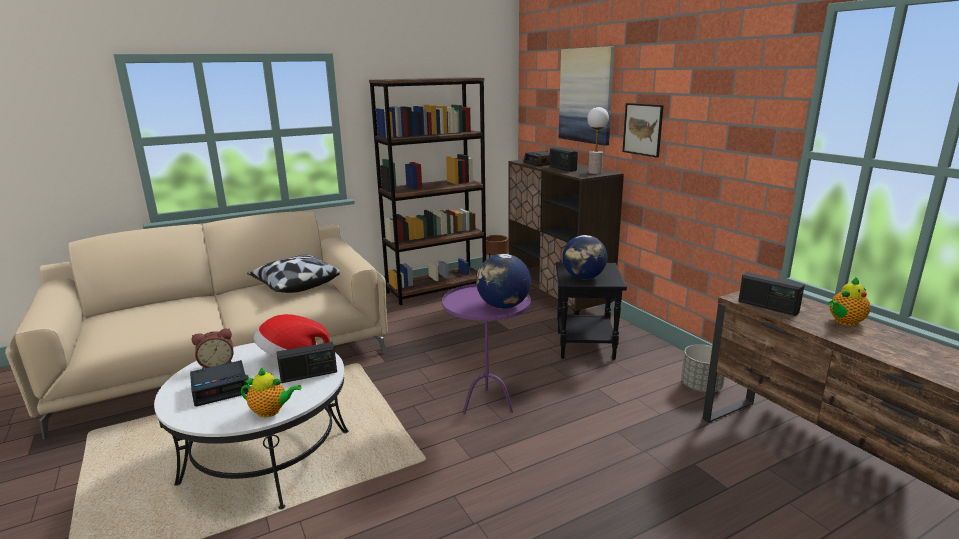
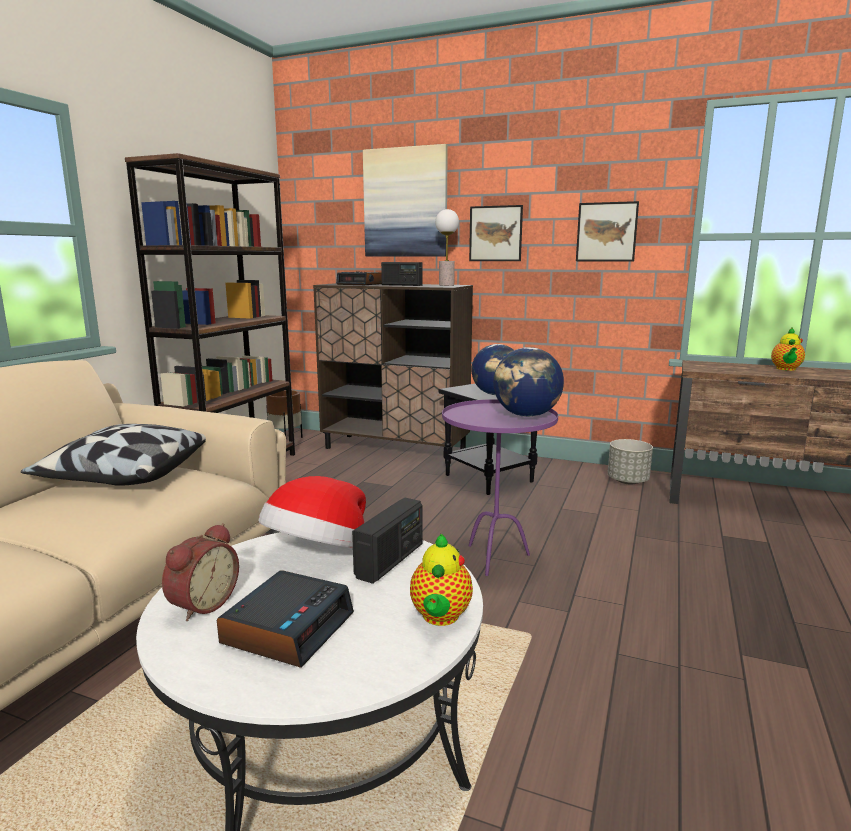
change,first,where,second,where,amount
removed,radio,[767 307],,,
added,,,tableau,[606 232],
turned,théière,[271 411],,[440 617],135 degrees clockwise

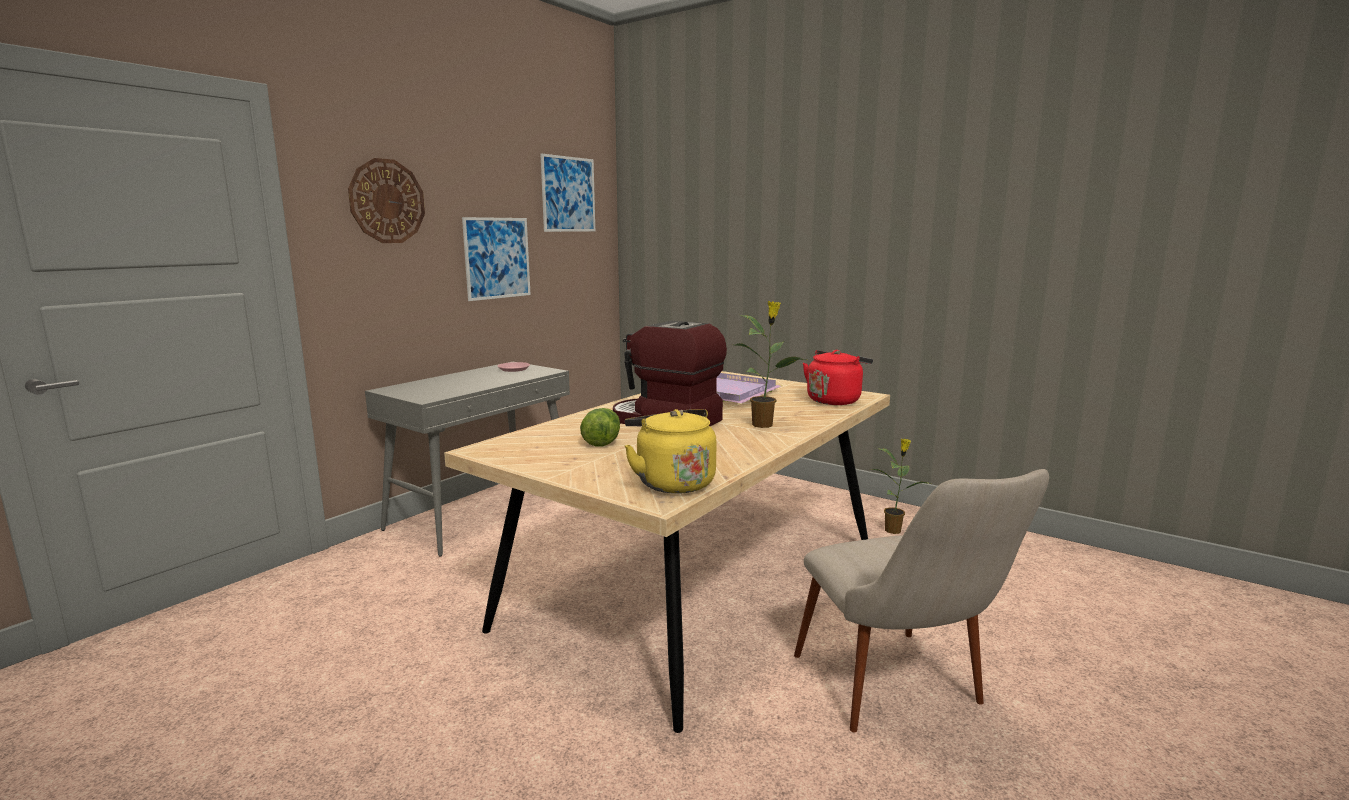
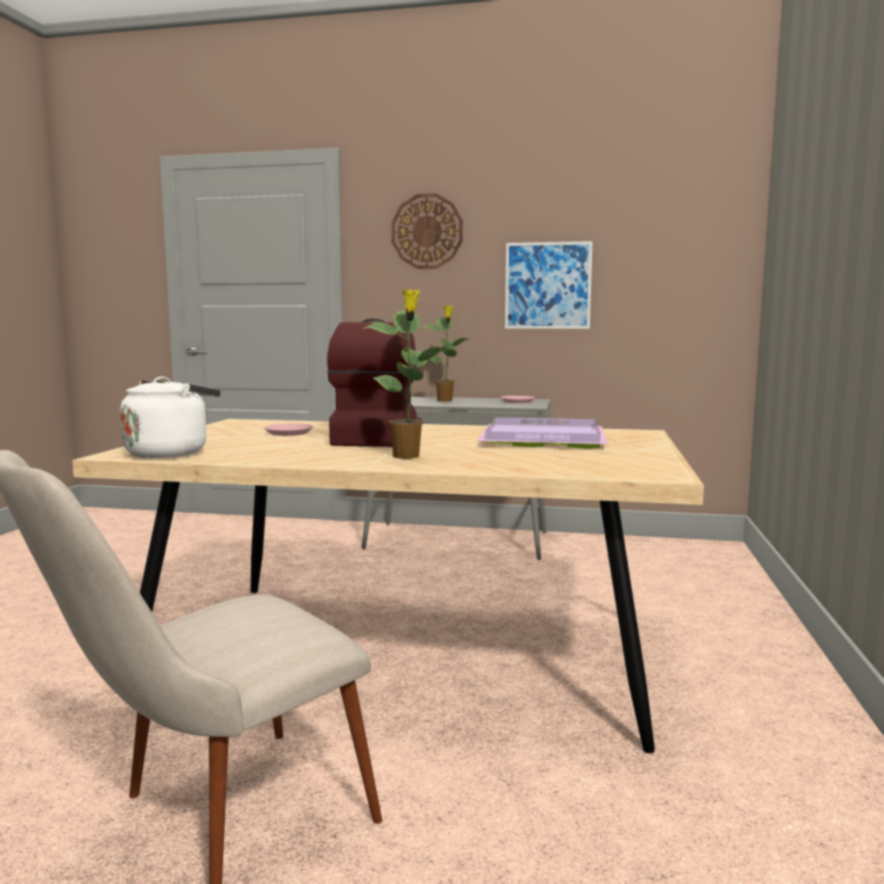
change,first,where,second,where,amount
removed,tableau,[568 194],,,
removed,bouilloire/rouge,[835 400],,,
moved,plante en pot,[893 530],,[445 400],
replaced,laitue,[601 440],assiette/rose,[288 433],
recoloured,bouilloire/jaune,[672 482],bouilloire/blanc,[170 453],

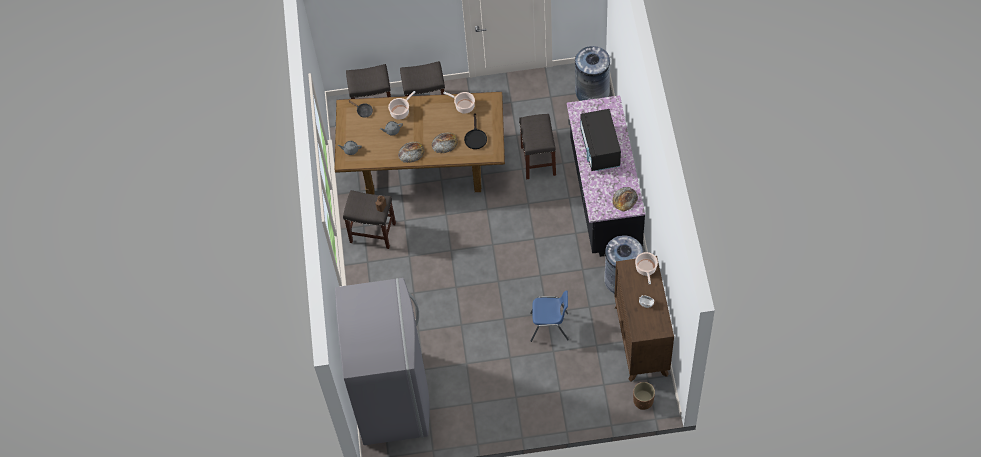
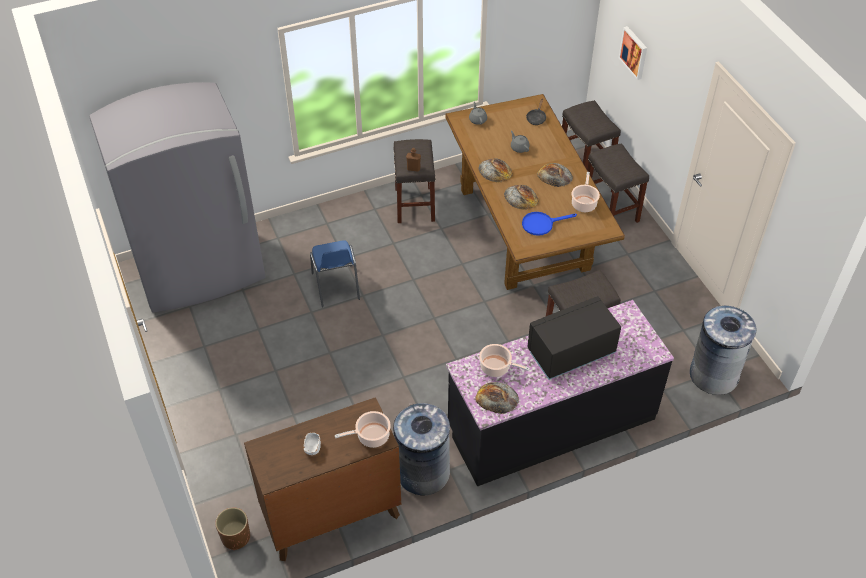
change,first,where,second,where,amount
added,,,pain,[554 175],
added,,,tableau,[634 52],
moved,marmite,[400 111],,[497 368],
moved,chaise/bleu,[550 327],,[336 286],
recoloured,poêle/noir,[475 137],poêle/bleu,[541 224],

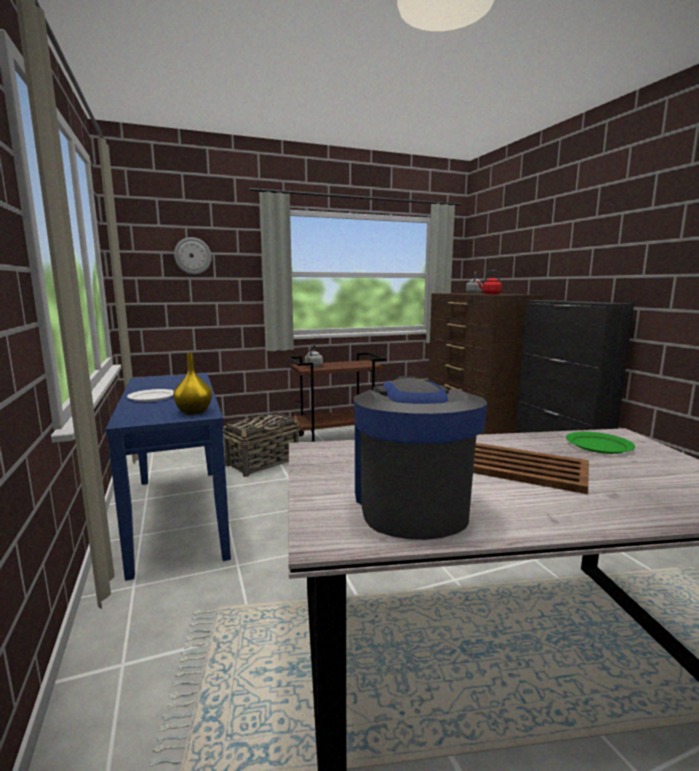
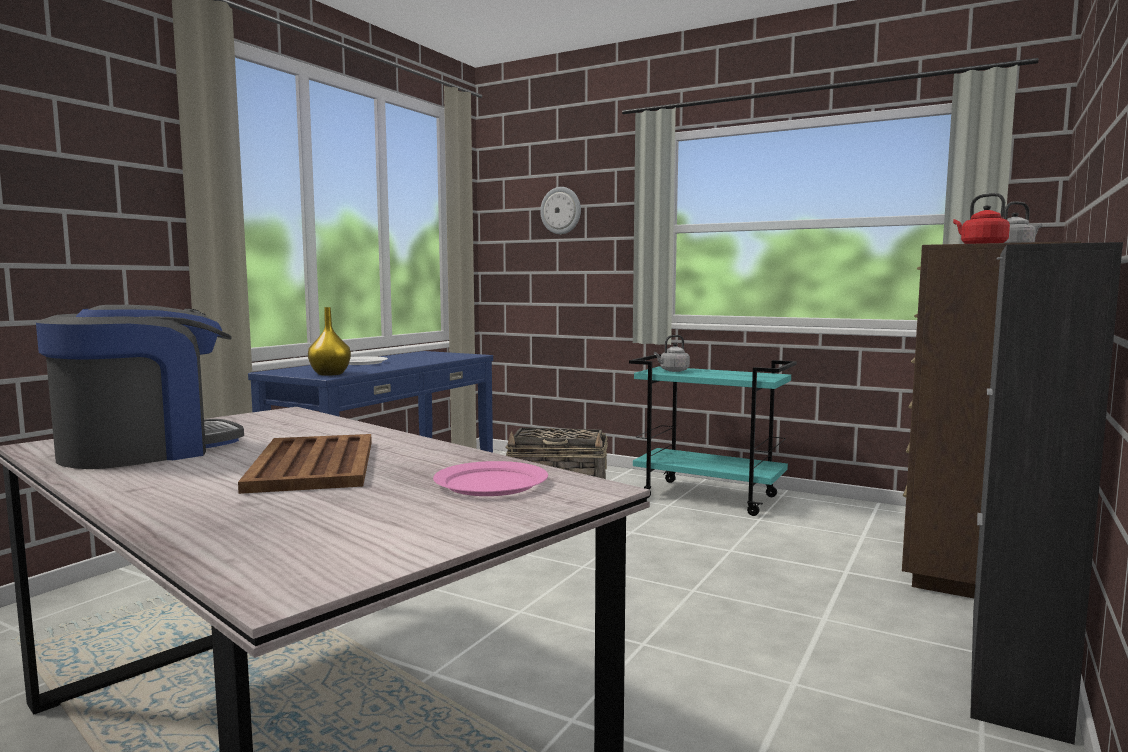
change,first,where,second,where,amount
recoloured,chariot/marron,[337 438],chariot/turquoise,[710 497],
recoloured,assiette/vert,[599 445],assiette/rose,[490 483],

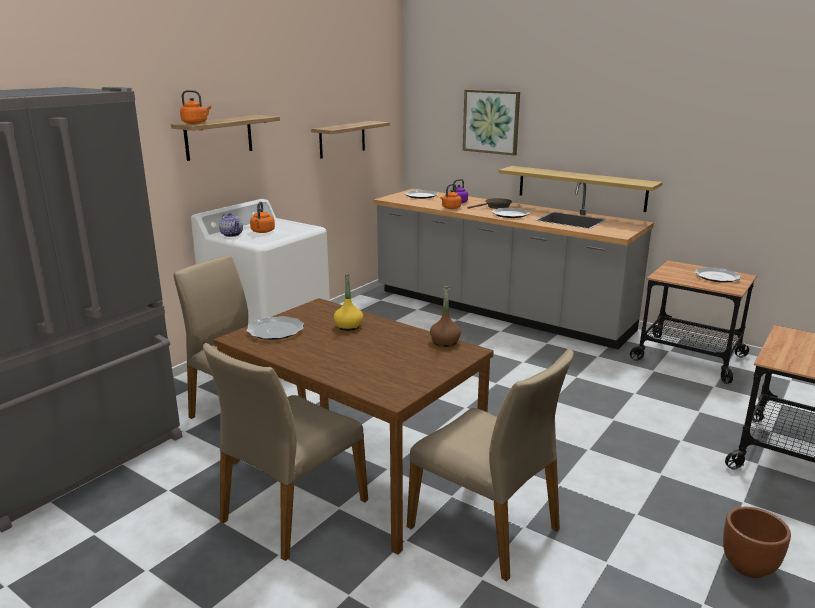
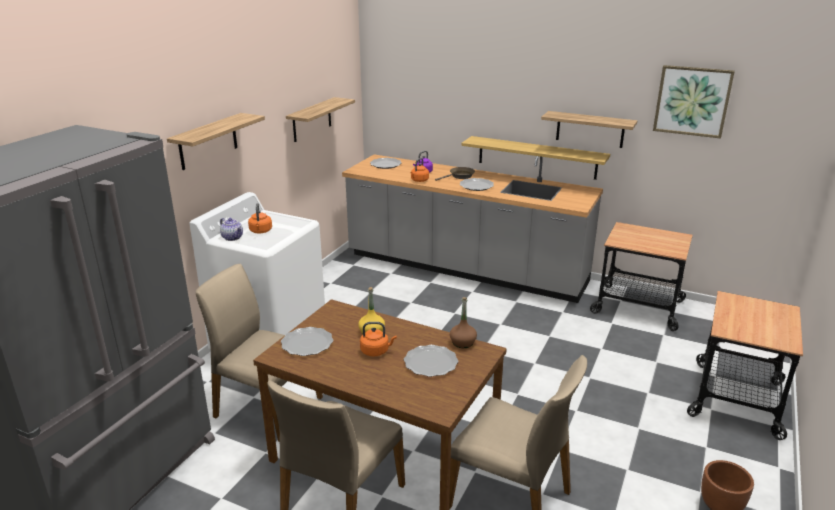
change,first,where,second,where,amount
added,,,étagère,[590 129],
moved,bouilloire/orange,[196 123],,[376 351],
moved,tableau,[491 121],,[692 101],
moved,assiette,[716 277],,[430 363],

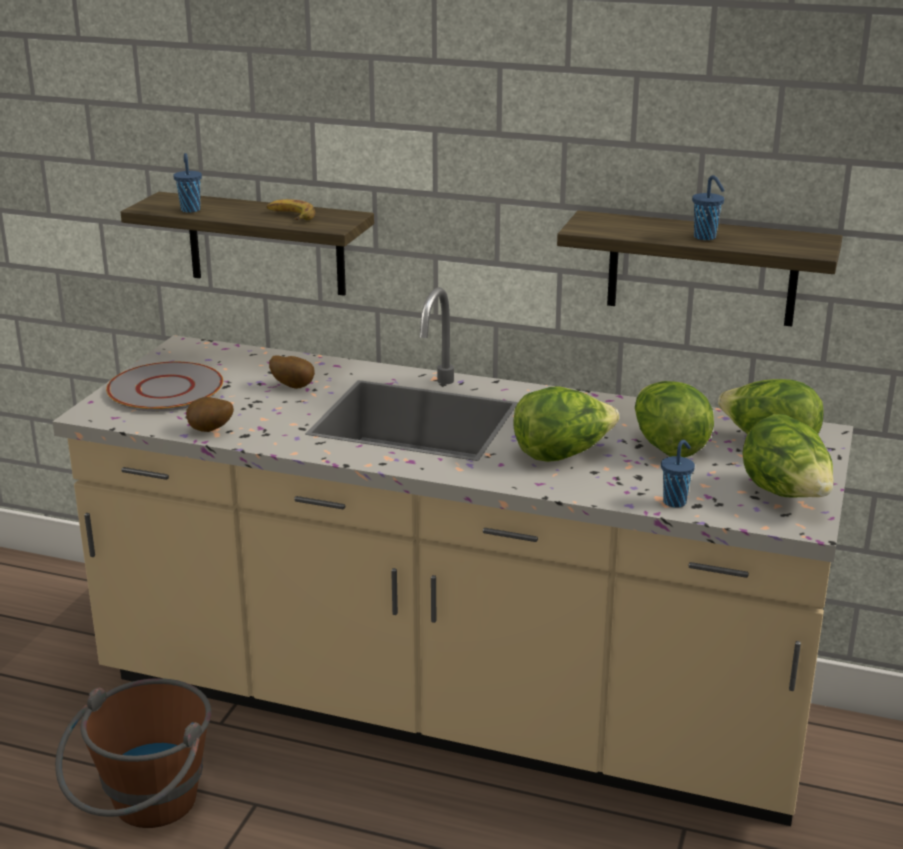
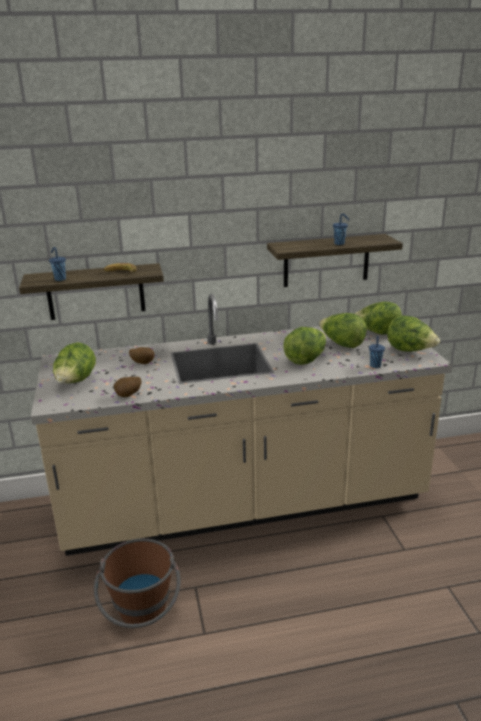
change,first,where,second,where,amount
replaced,assiette/gris,[166 389],laitue,[76 382],

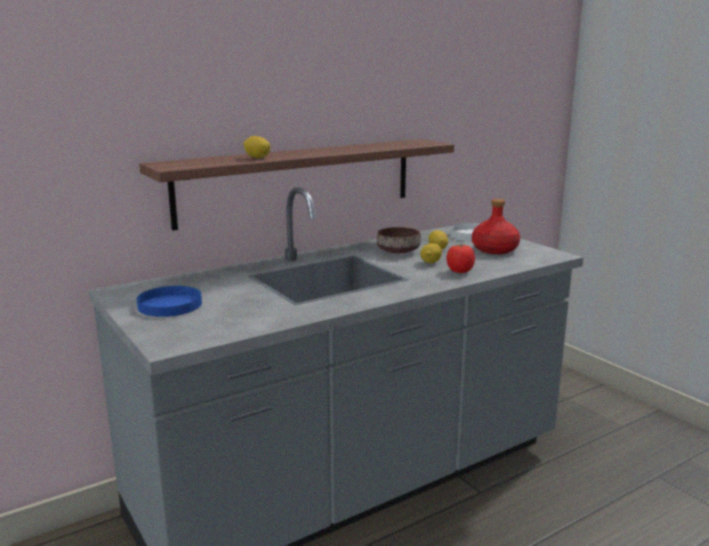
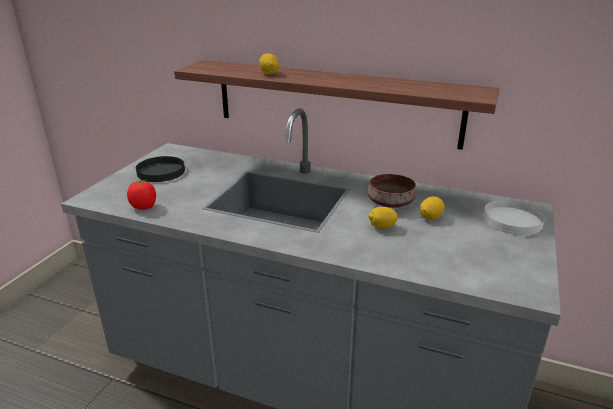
change,first,where,second,where,amount
removed,bouteille/rouge,[494 250],,,
moved,tomate,[460 271],,[144 207],
recoloured,assiette/bleu,[170 305],assiette/noir,[160 172],

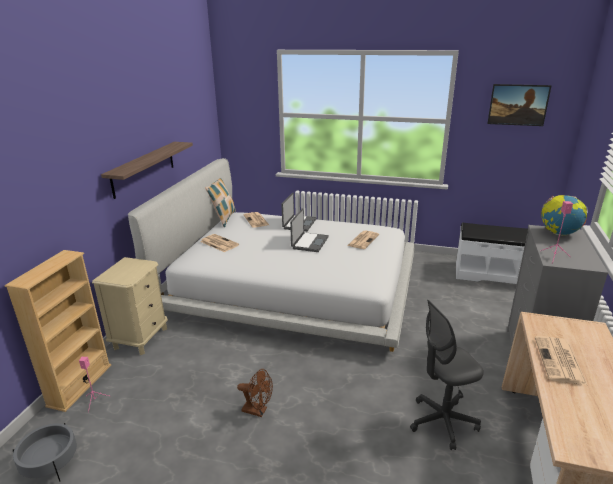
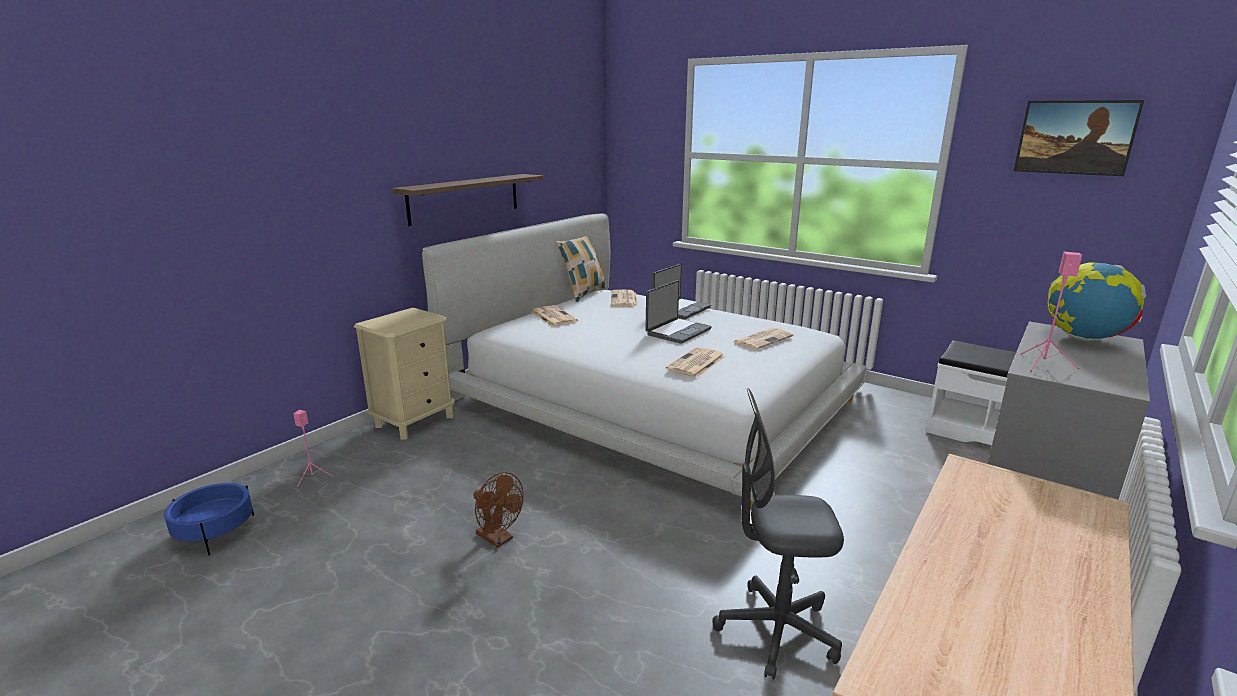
change,first,where,second,where,amount
removed,bibliothèque/beige,[80 385],,,
moved,journal,[560 361],,[696 363],
recoloured,cache-pot/gris,[50 463],cache-pot/bleu,[215 532],

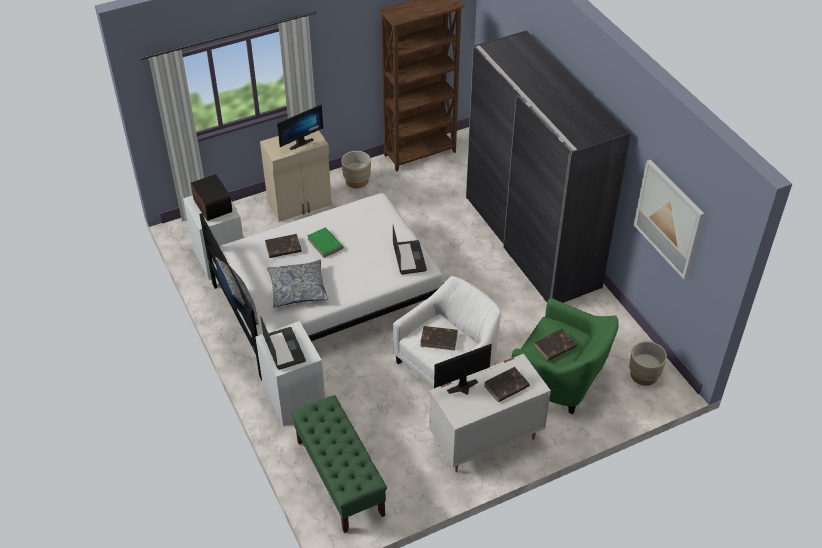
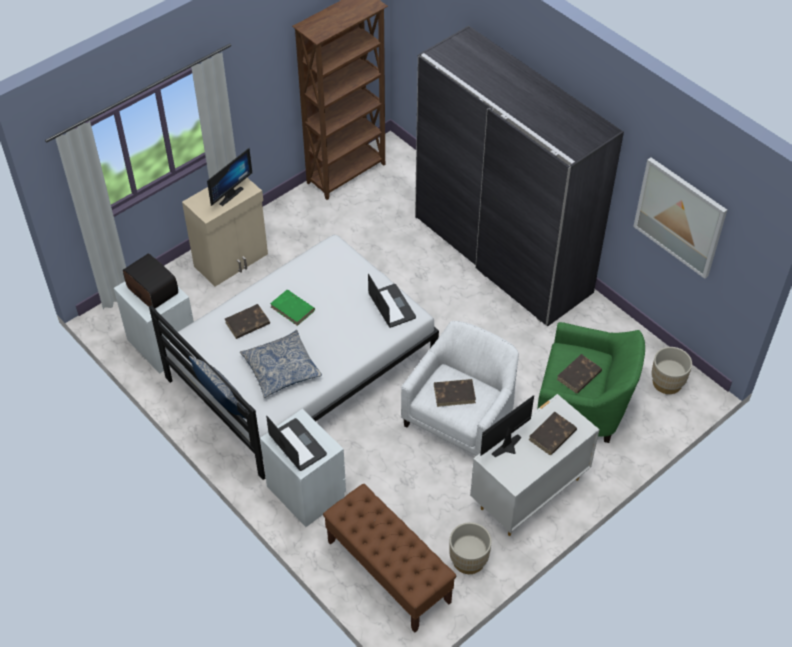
change,first,where,second,where,amount
moved,cache-pot/beige,[357 181],,[468 559],
recoloured,banc/vert,[339 477],banc/marron,[388 571],

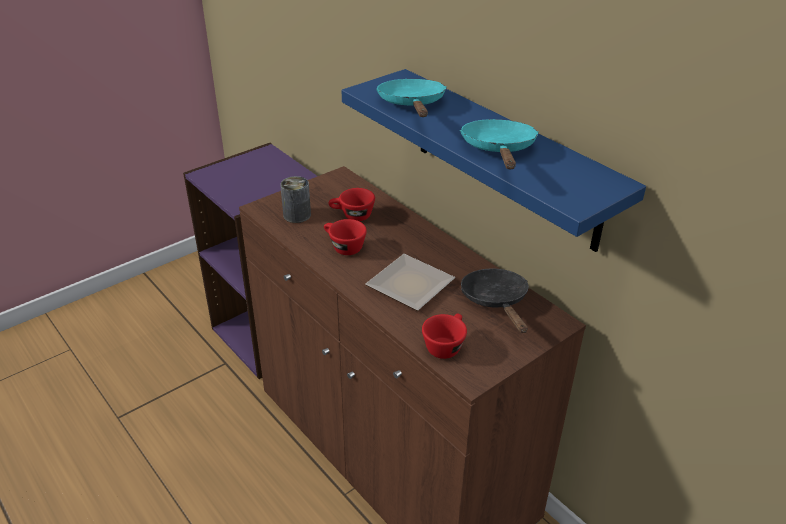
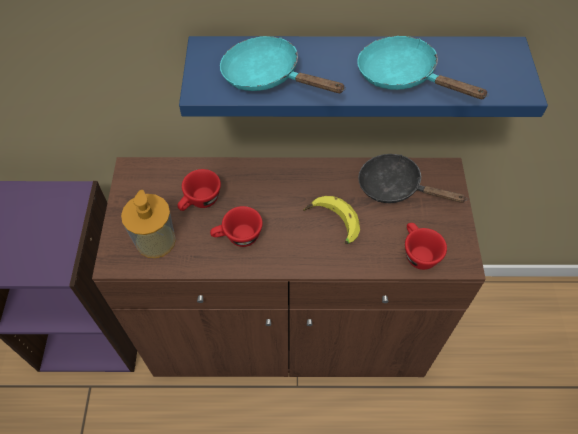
change,first,where,second,where,amount
replaced,boîte métallique,[297 215],distributeur de savon,[155 241],
replaced,assiette,[413 285],banane,[332 224],

